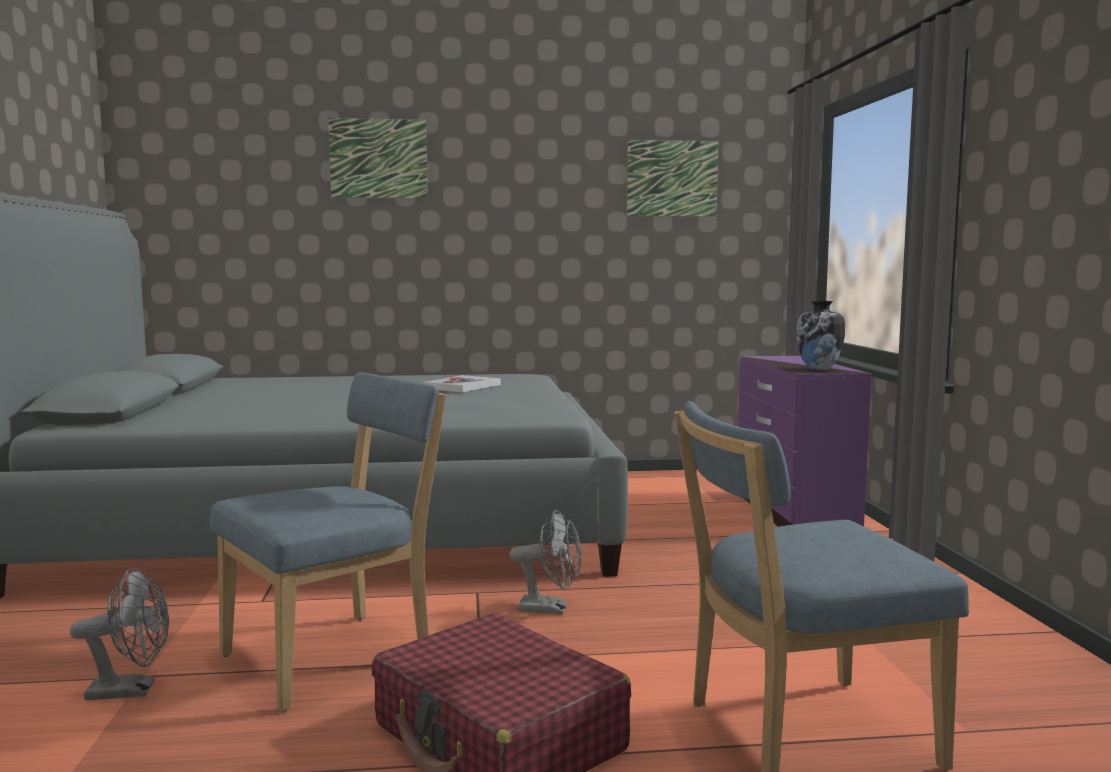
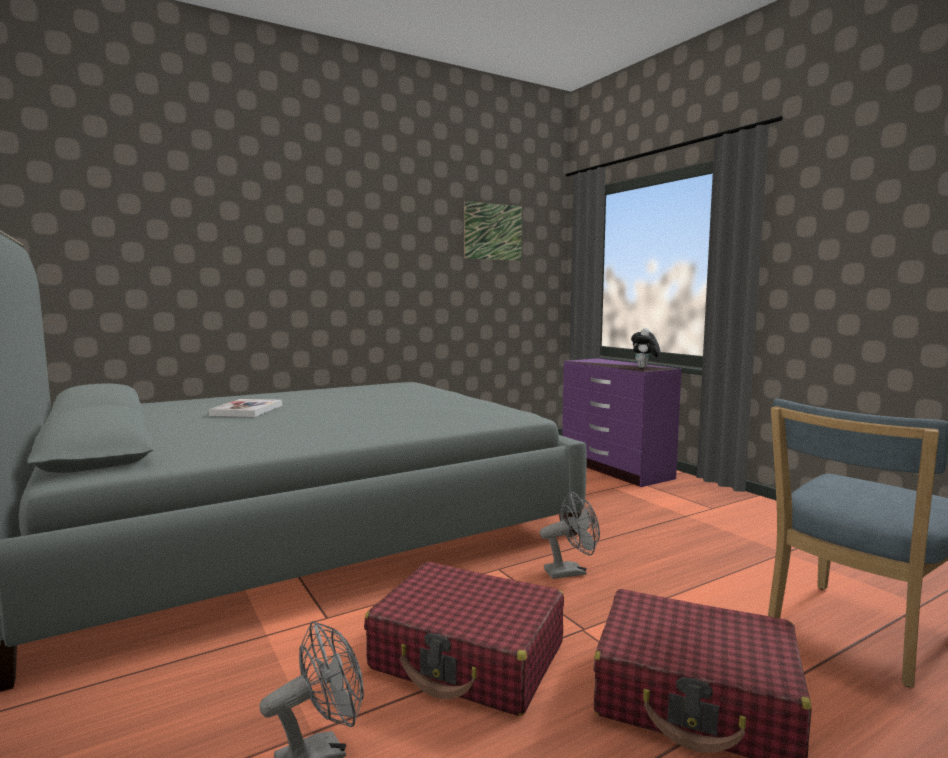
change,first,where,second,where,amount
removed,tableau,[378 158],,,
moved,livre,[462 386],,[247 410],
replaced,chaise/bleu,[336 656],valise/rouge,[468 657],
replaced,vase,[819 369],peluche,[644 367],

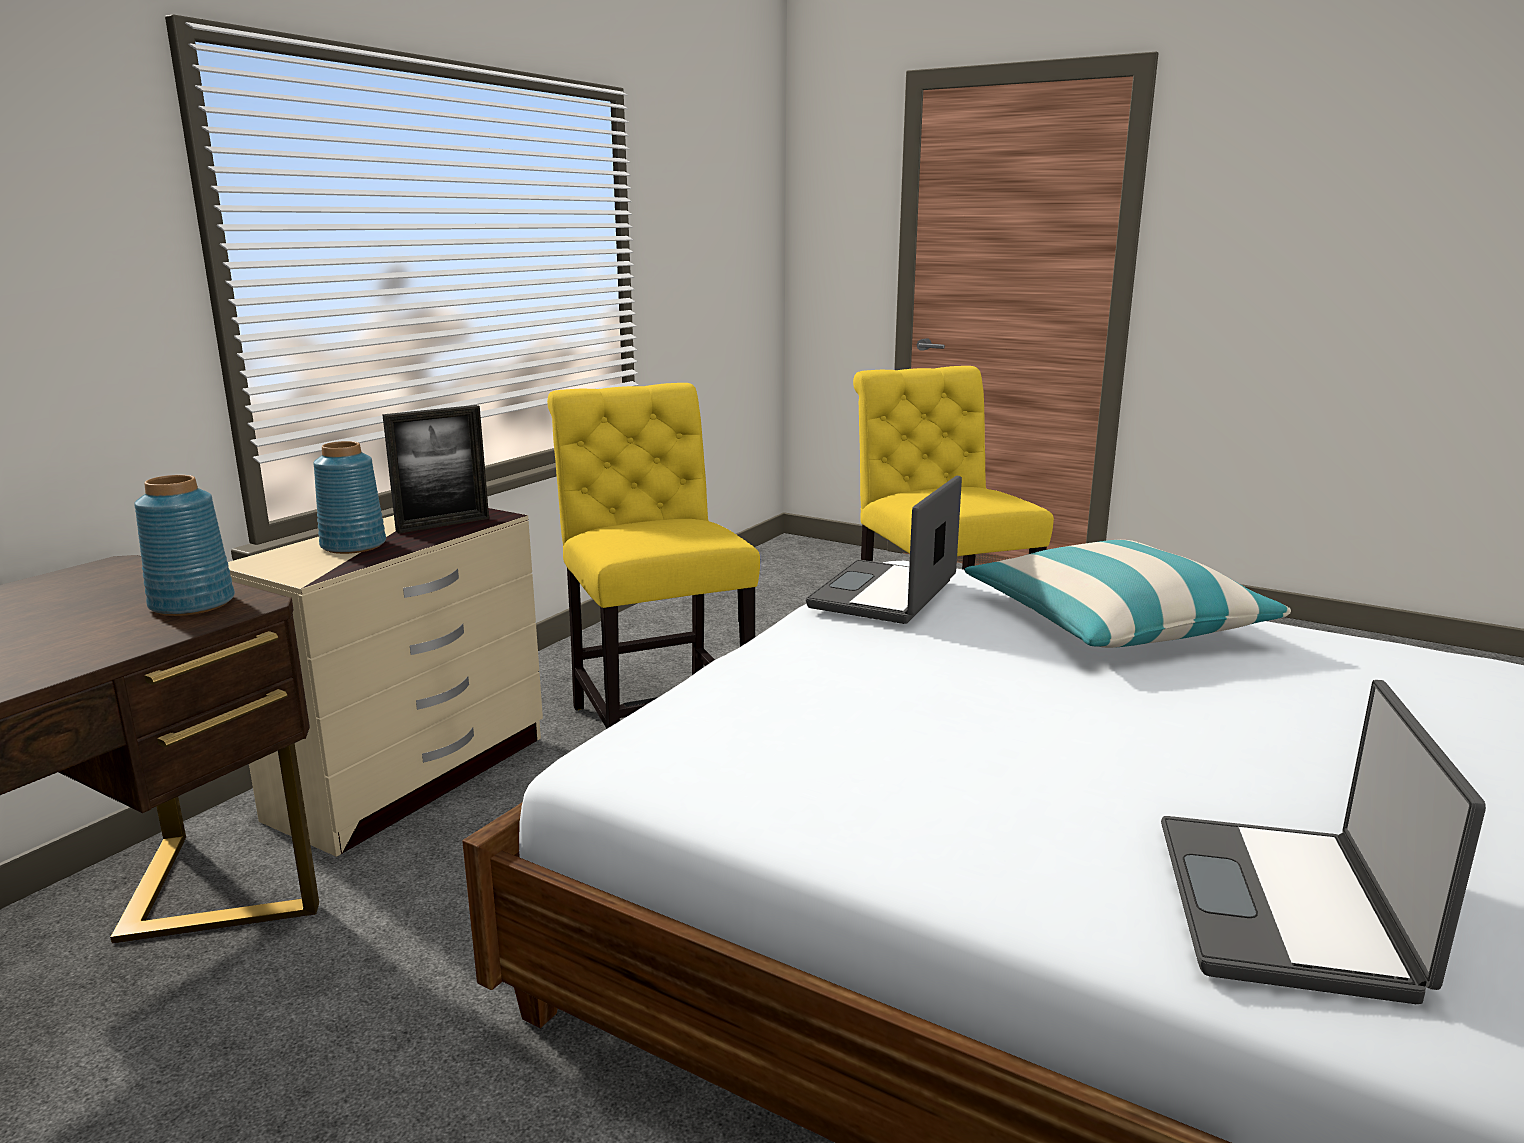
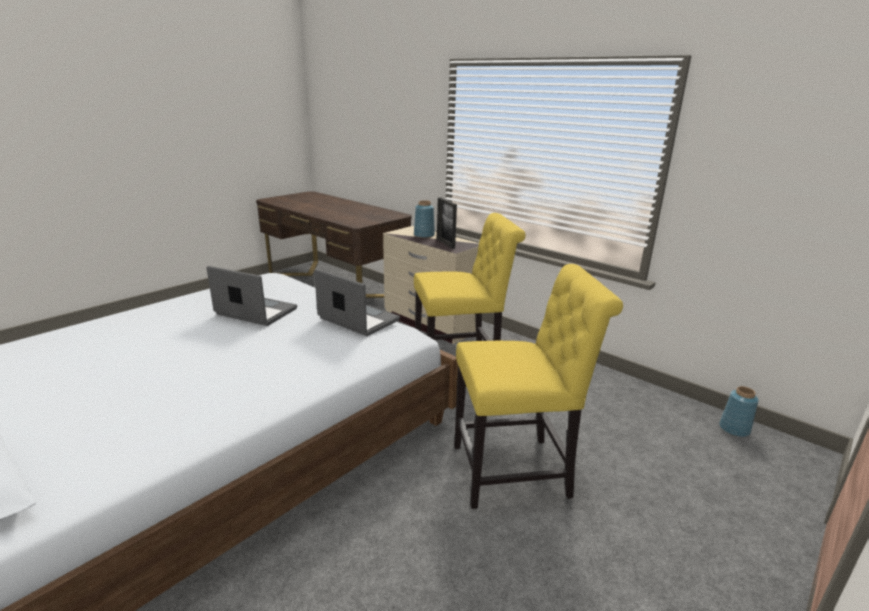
change,first,where,second,where,amount
removed,coussin,[1114 623],,,
moved,vase/bleu,[190 604],,[733 429],
moved,ordinateur portable,[1288 908],,[255 312],

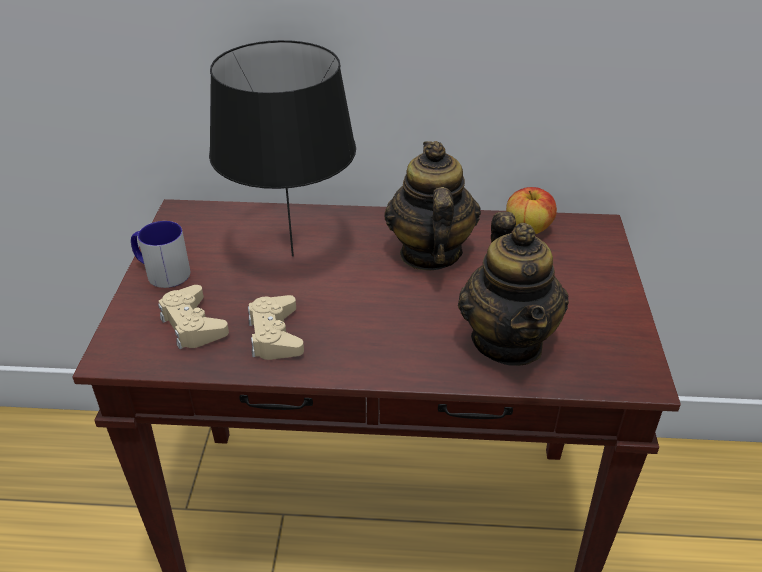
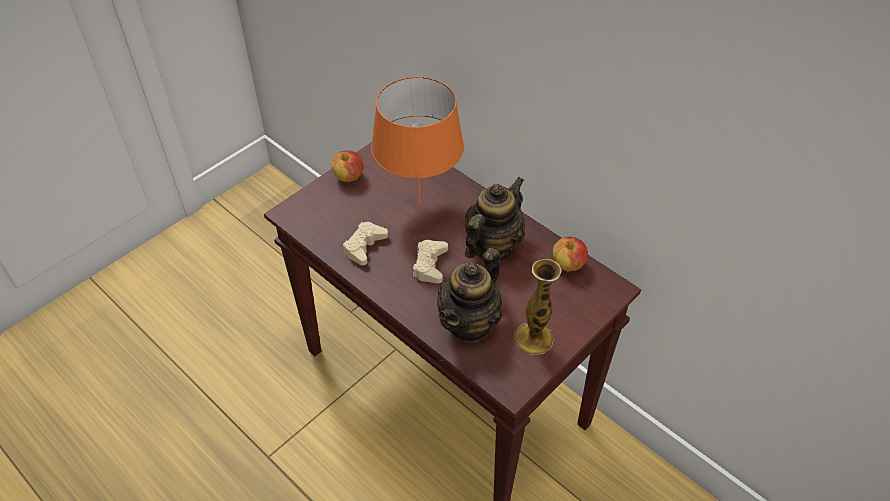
change,first,where,second,where,amount
added,,,vase,[533 338],
moved,manette/beige,[193 324],,[430 265],
replaced,mug,[162 272],pomme,[348 177],
recoloured,lampe de table/noir,[293 257],lampe de table/orange,[419 205],

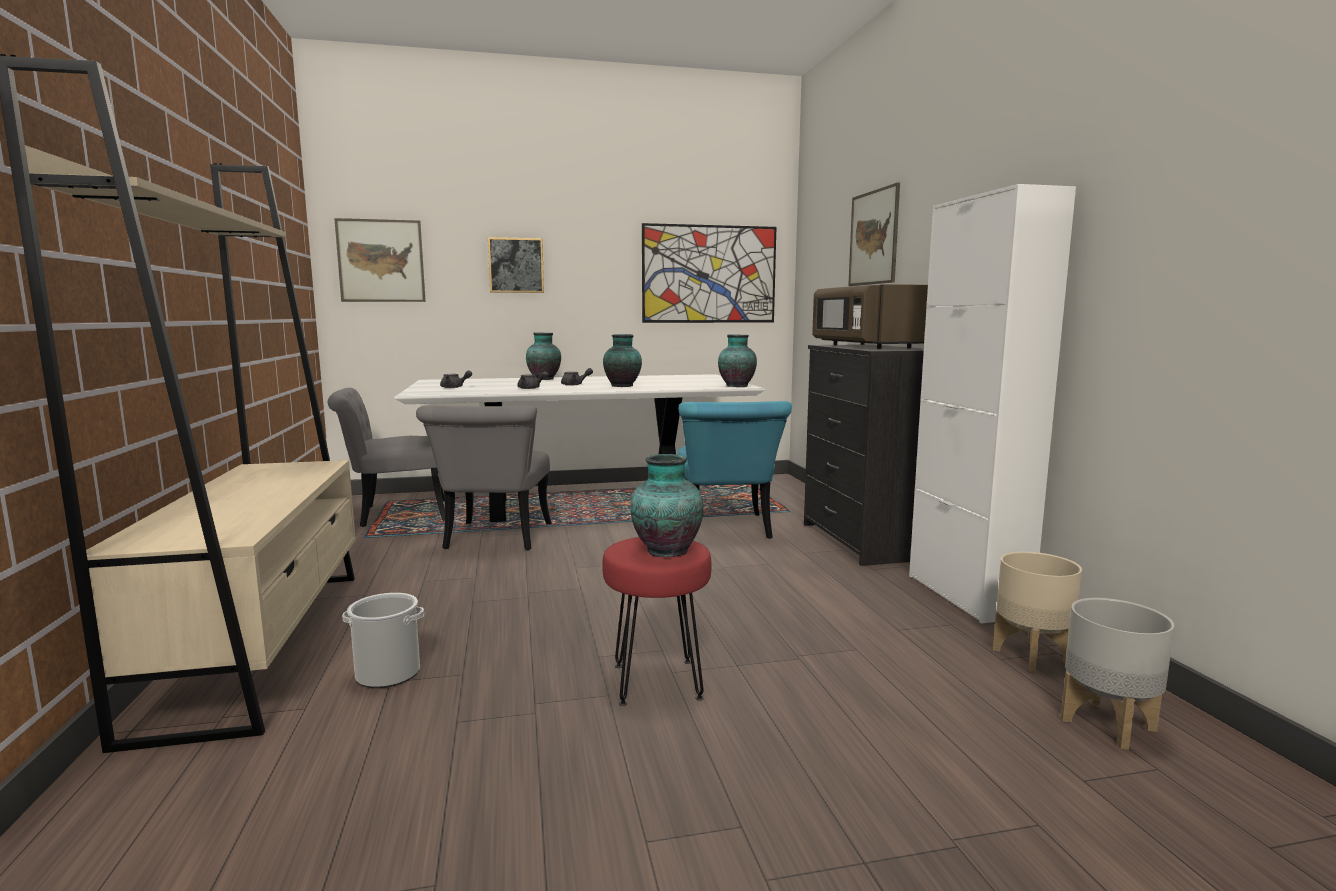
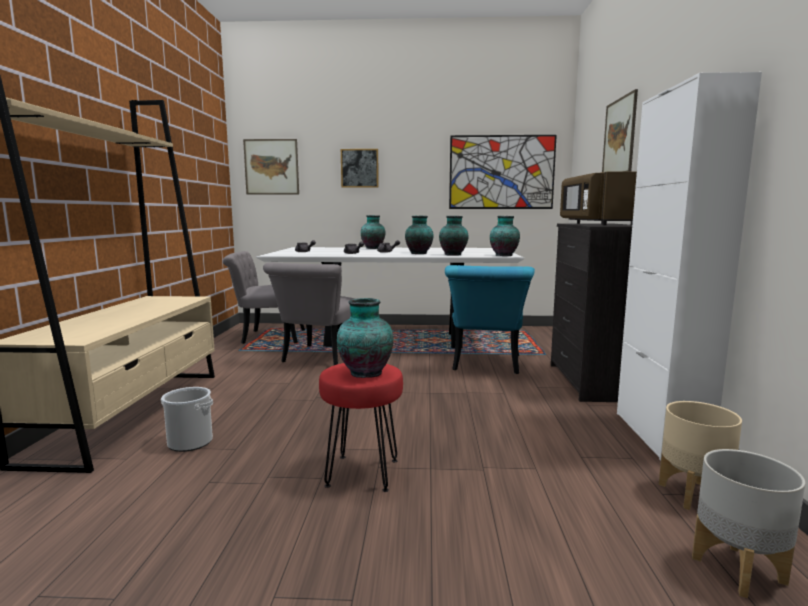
change,first,where,second,where,amount
added,,,vase,[453 255],

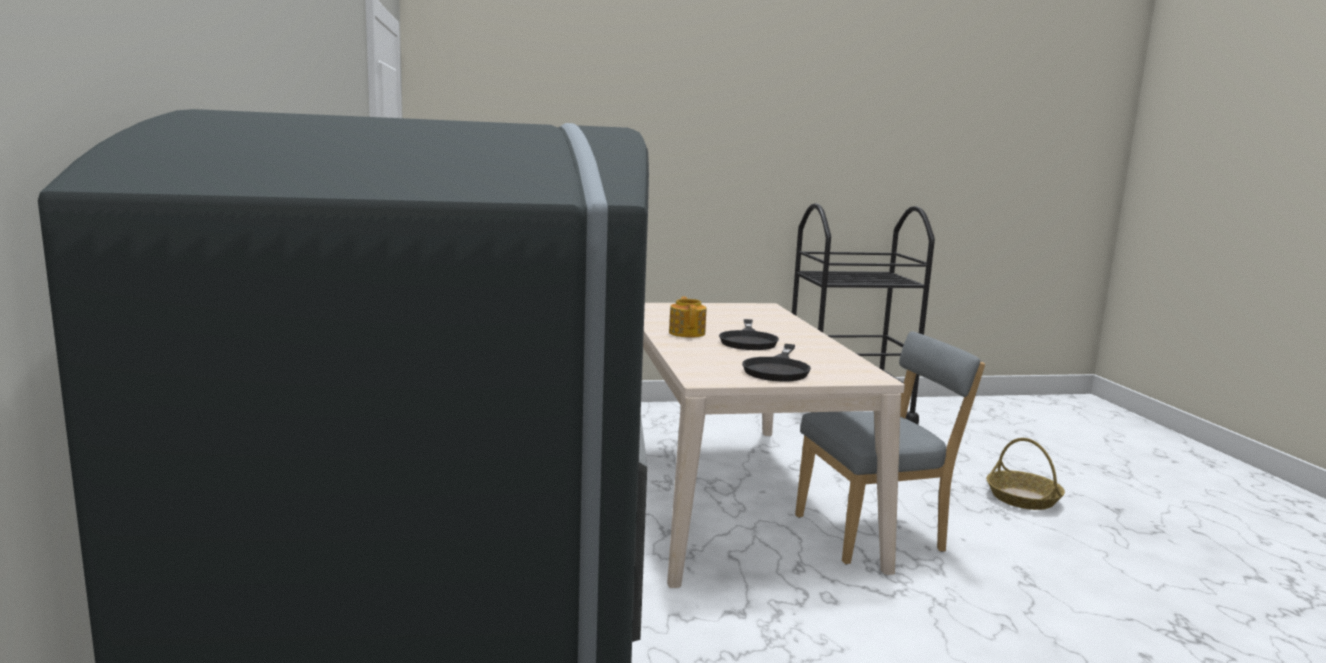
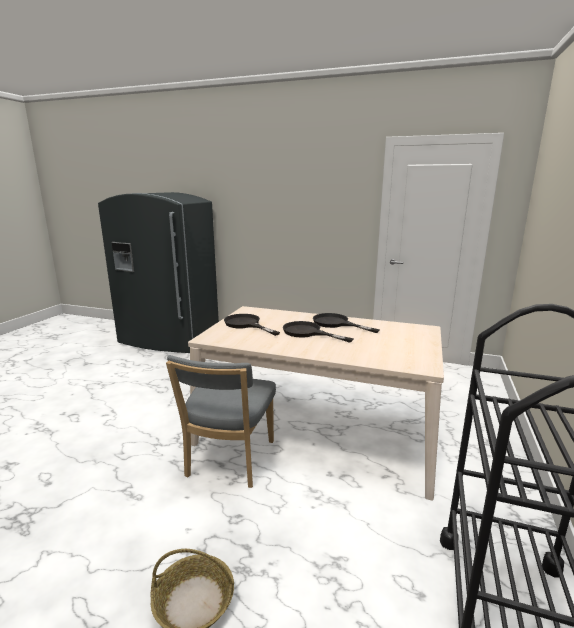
change,first,where,second,where,amount
replaced,théière,[687 333],poêle/noir,[336 323],

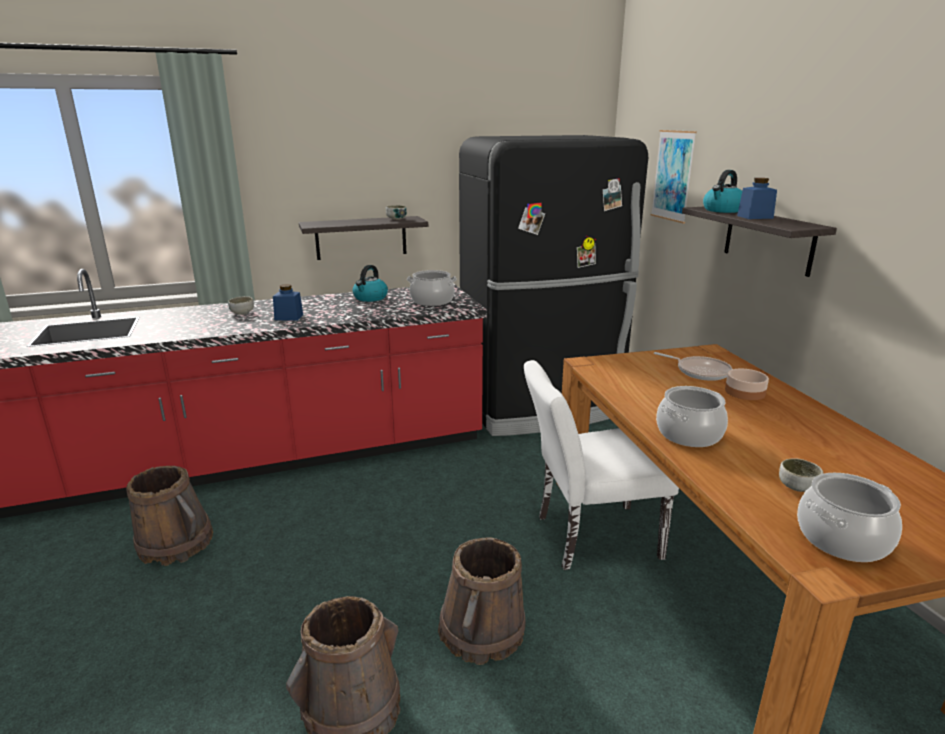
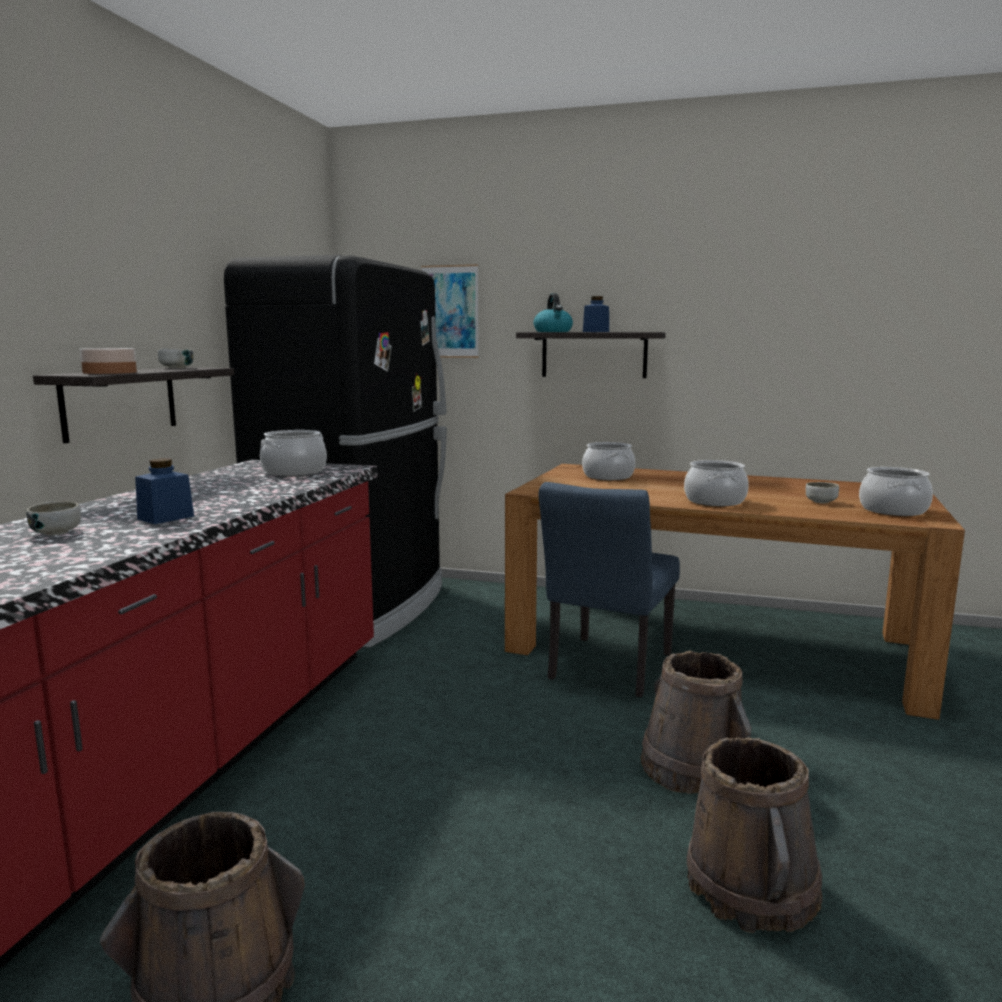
change,first,where,second,where,amount
removed,bouilloire,[370 298],,,
moved,bol,[744 392],,[109 372],
replaced,poêle,[700 371],marmite,[607 476],
recoloured,chaise/blanc,[588 537],chaise/bleu,[606 670],

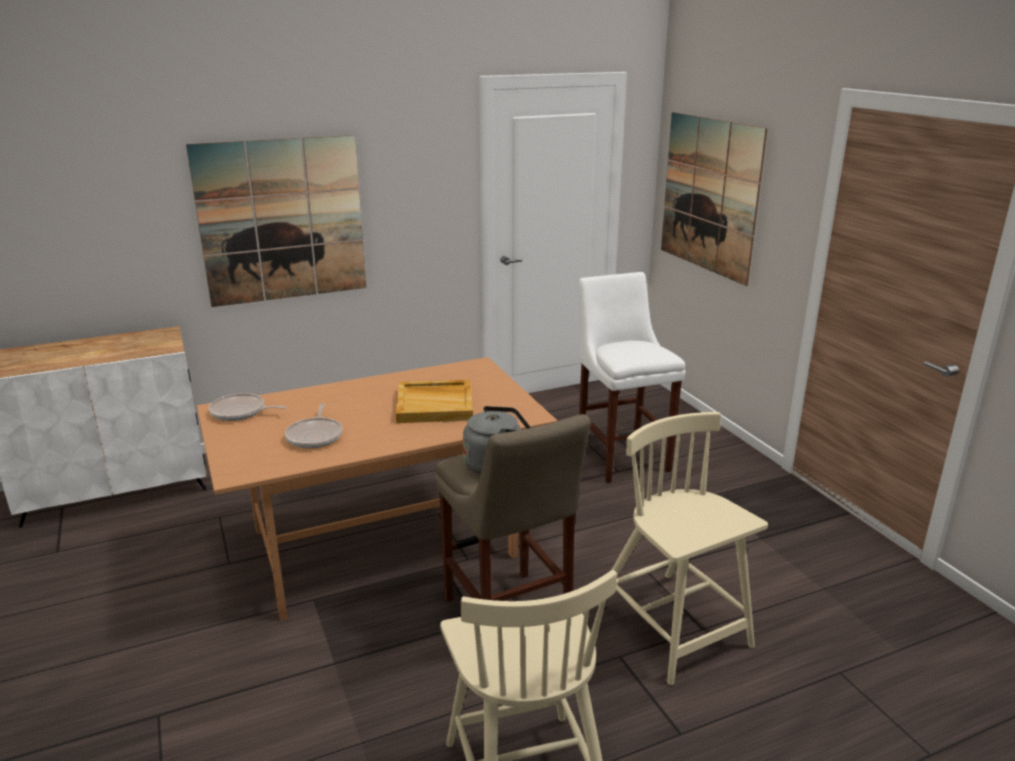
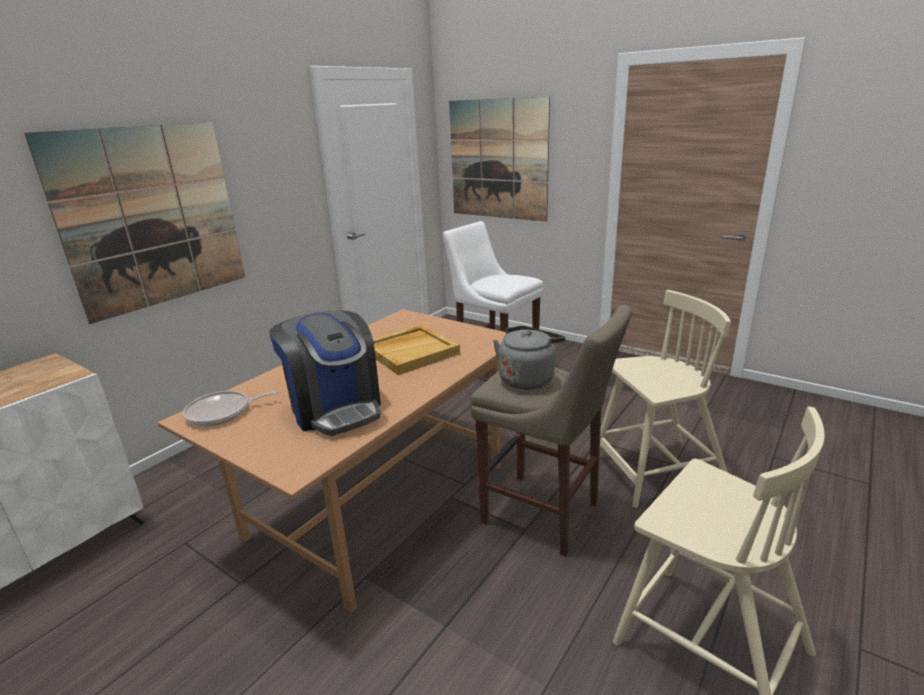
change,first,where,second,where,amount
replaced,poêle,[315 436],machine à café,[335 408],
turned,chaise/beige,[672 627],,[656 471],135 degrees clockwise

